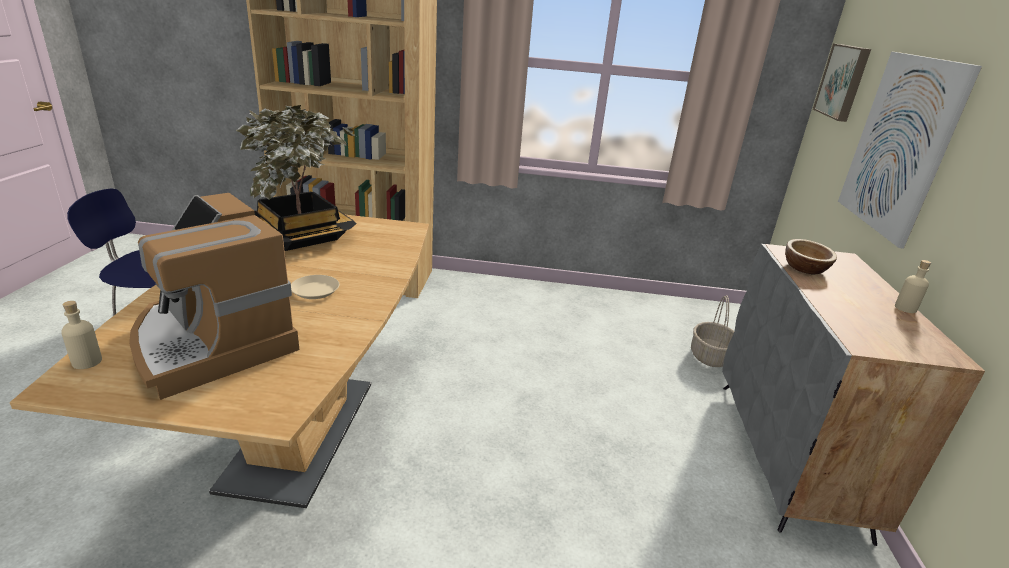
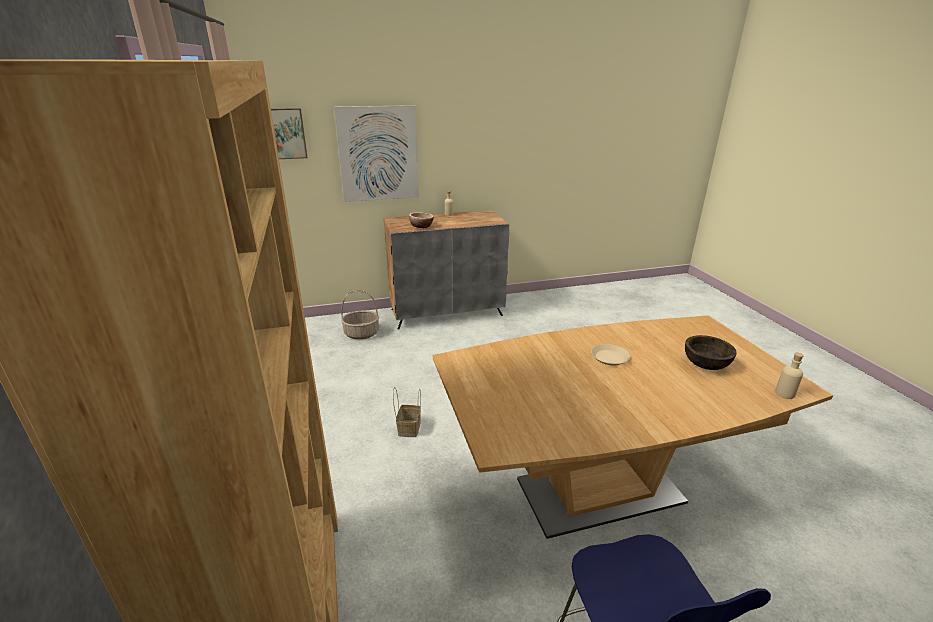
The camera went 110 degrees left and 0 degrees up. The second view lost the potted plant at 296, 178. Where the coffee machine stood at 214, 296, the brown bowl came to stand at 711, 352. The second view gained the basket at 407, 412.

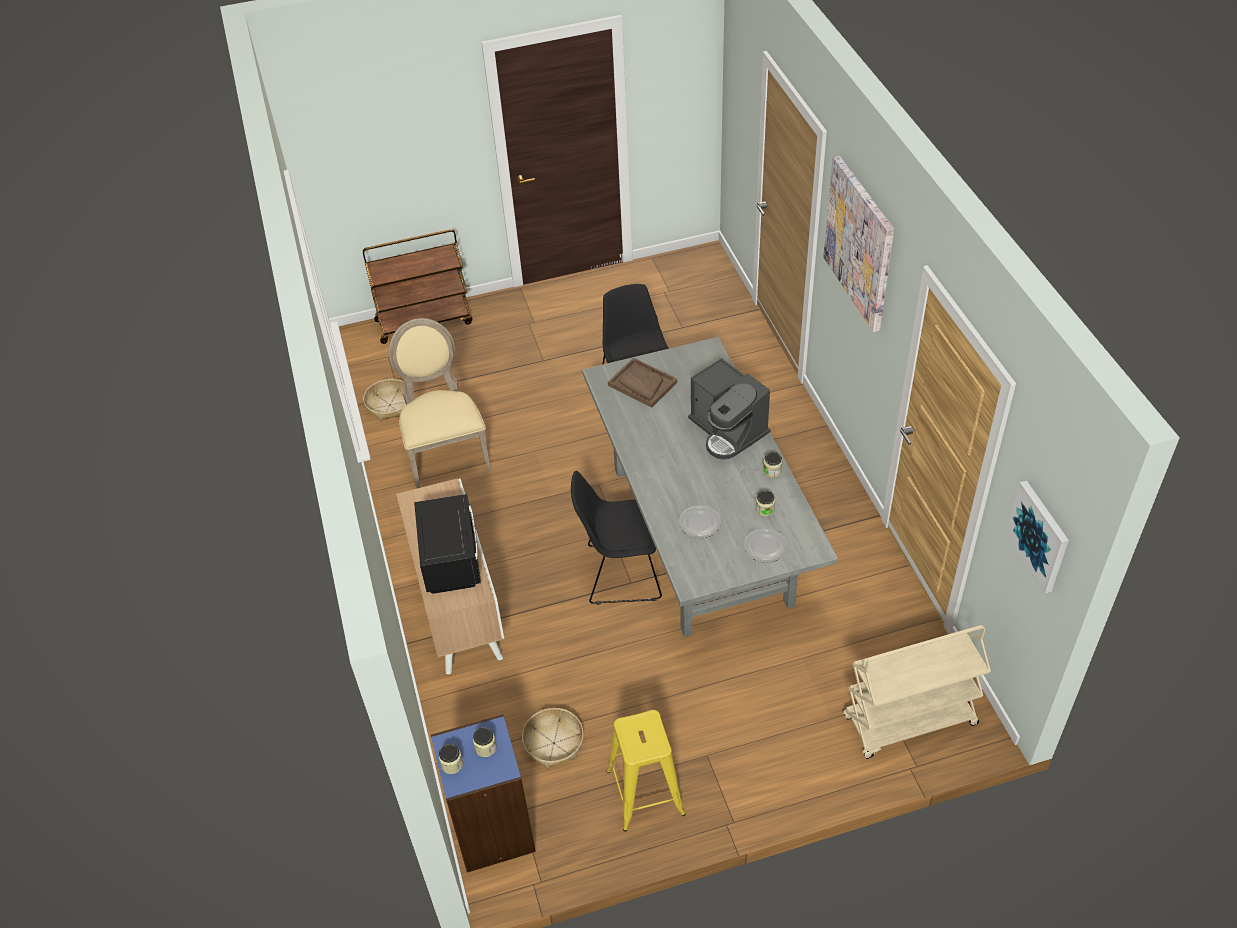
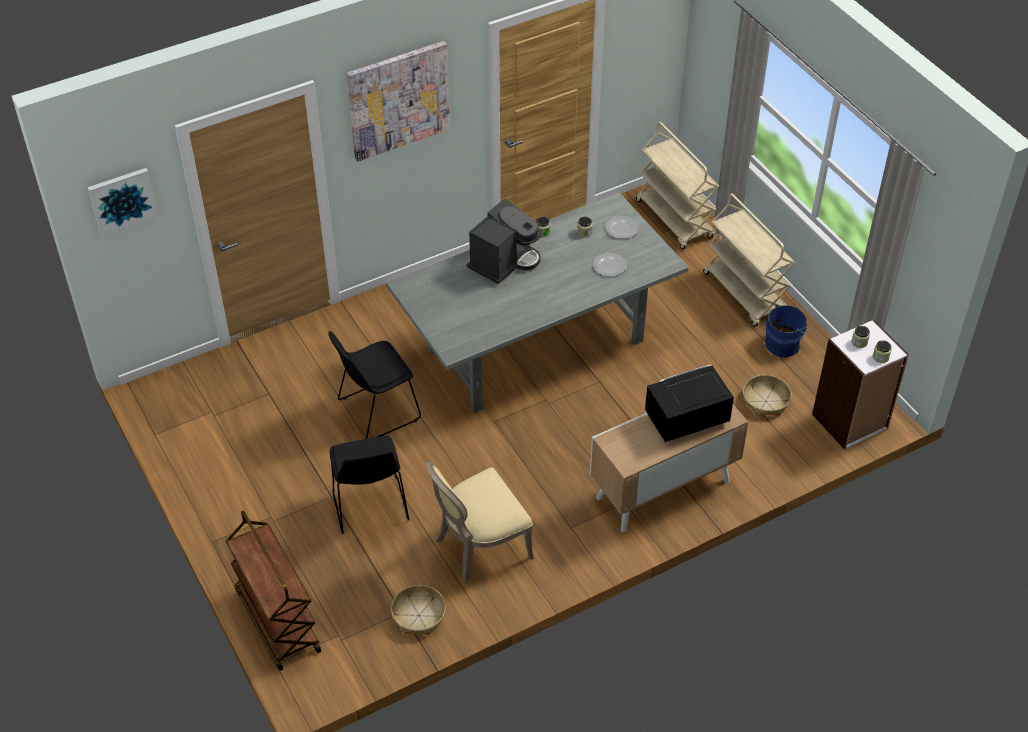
The camera went 105 degrees left and 0 degrees up. The second view lost the brown tray at 642, 383. The black chair ended up elsewhere, having gone from 616, 538 to 369, 485. The picture ended up elsewhere, having gone from 1037, 537 to 123, 202. Where the yellow stool stood at 645, 770, the blue bucket came to stand at 787, 331. What was the blue bookcase at 483, 793 turned into the white bookcase at 860, 385. The second view gained the beige cart at 749, 260.

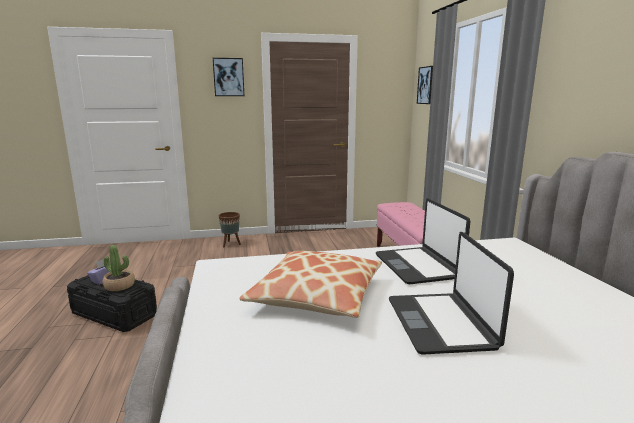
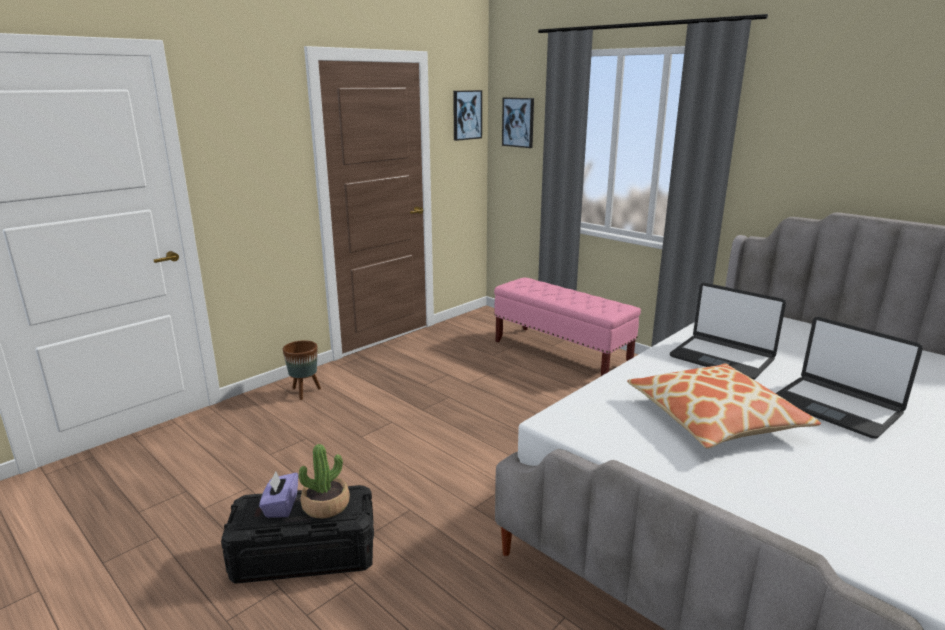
The camera went 35 degrees left and 5 degrees up. The picture ended up elsewhere, having gone from 228, 77 to 467, 115.

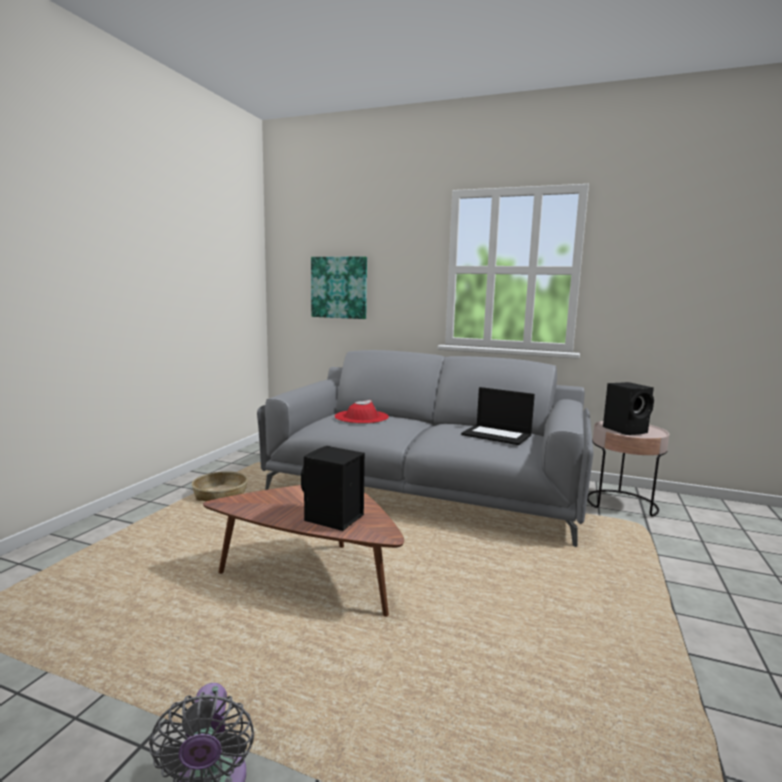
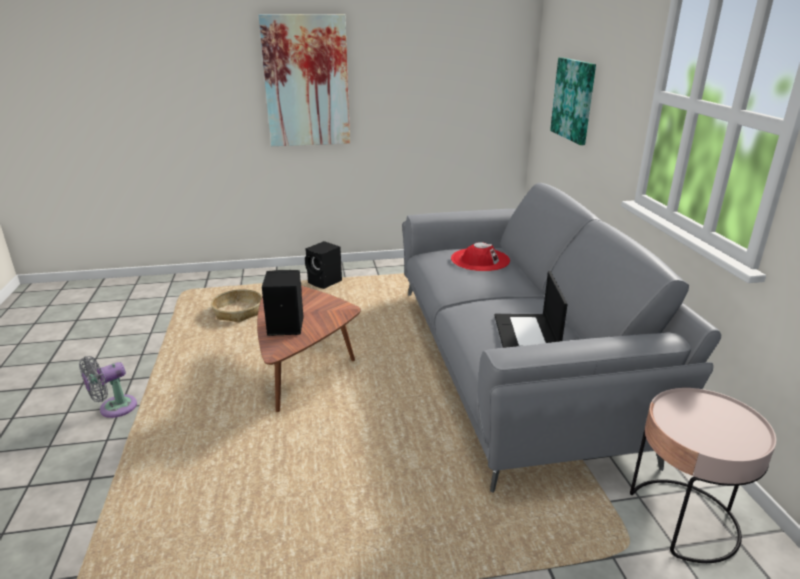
The camera went 60 degrees right and 15 degrees up. The black speaker ended up elsewhere, having gone from 628, 408 to 323, 265. The basket ended up elsewhere, having gone from 220, 486 to 236, 305. The second view gained the picture at 304, 80.

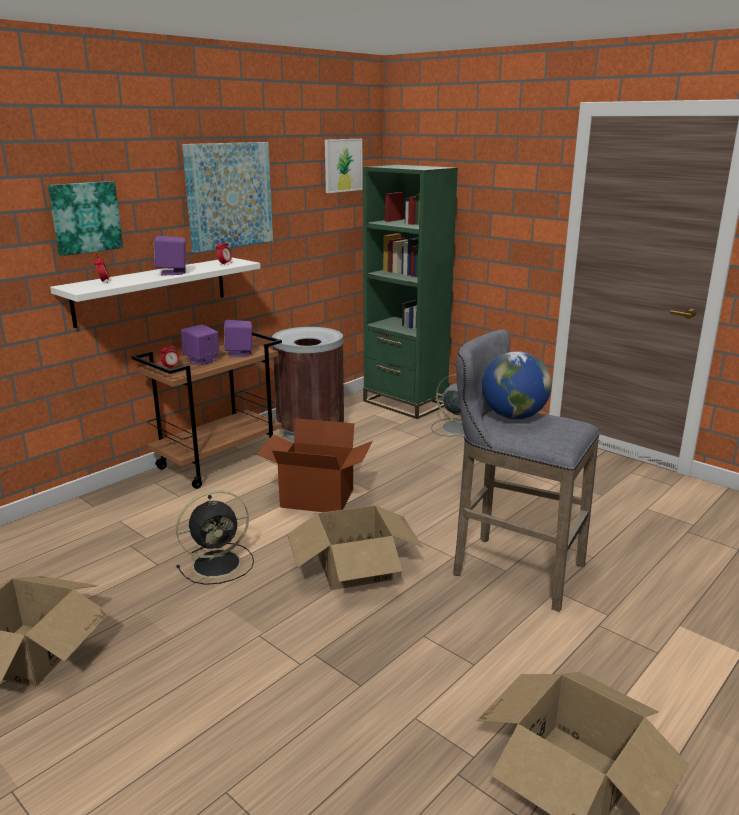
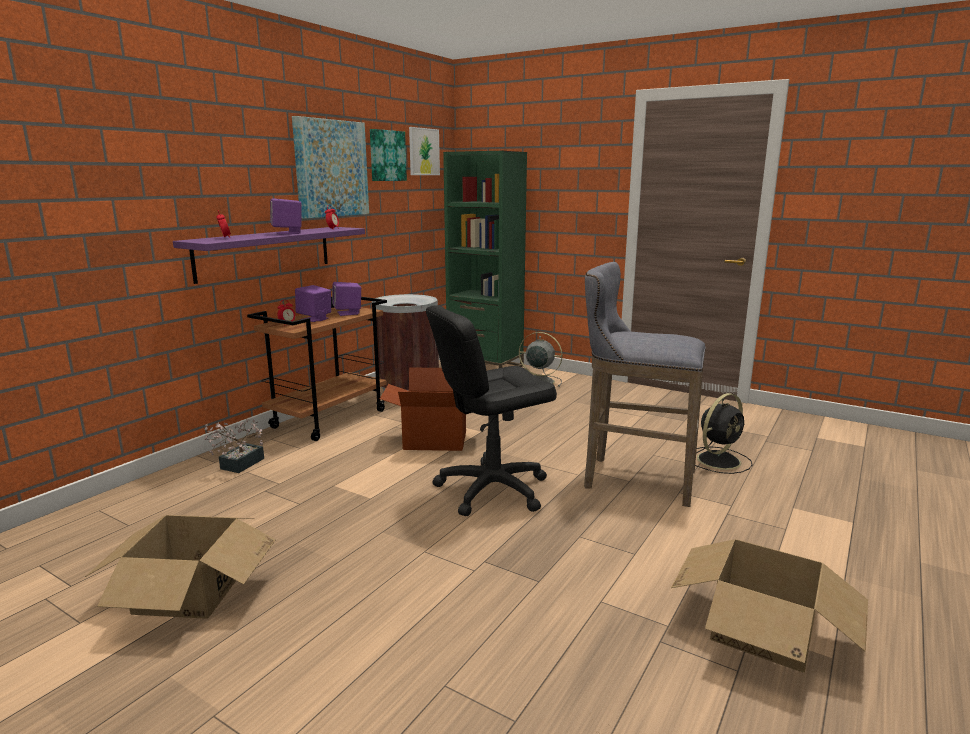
The camera went 10 degrees left and 5 degrees down. The picture ended up elsewhere, having gone from 85, 218 to 388, 155. What was the white shelf at 155, 293 turned into the purple shelf at 269, 255. The second view lost the globe at 516, 385. The black fan ended up elsewhere, having gone from 215, 537 to 724, 433. Where the cardboard box stood at 355, 547, the black office chair came to stand at 491, 411. The second view gained the potted plant at 234, 446.

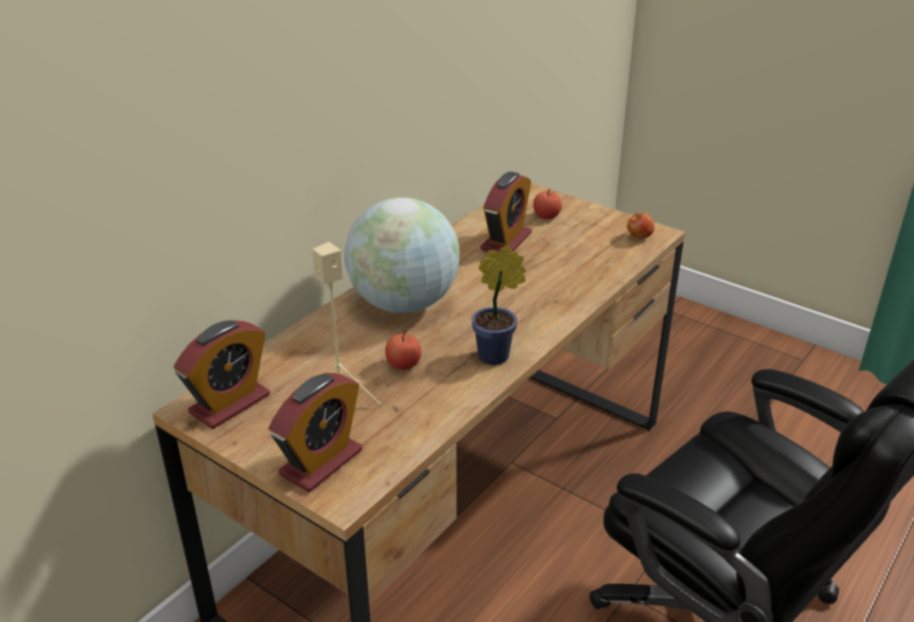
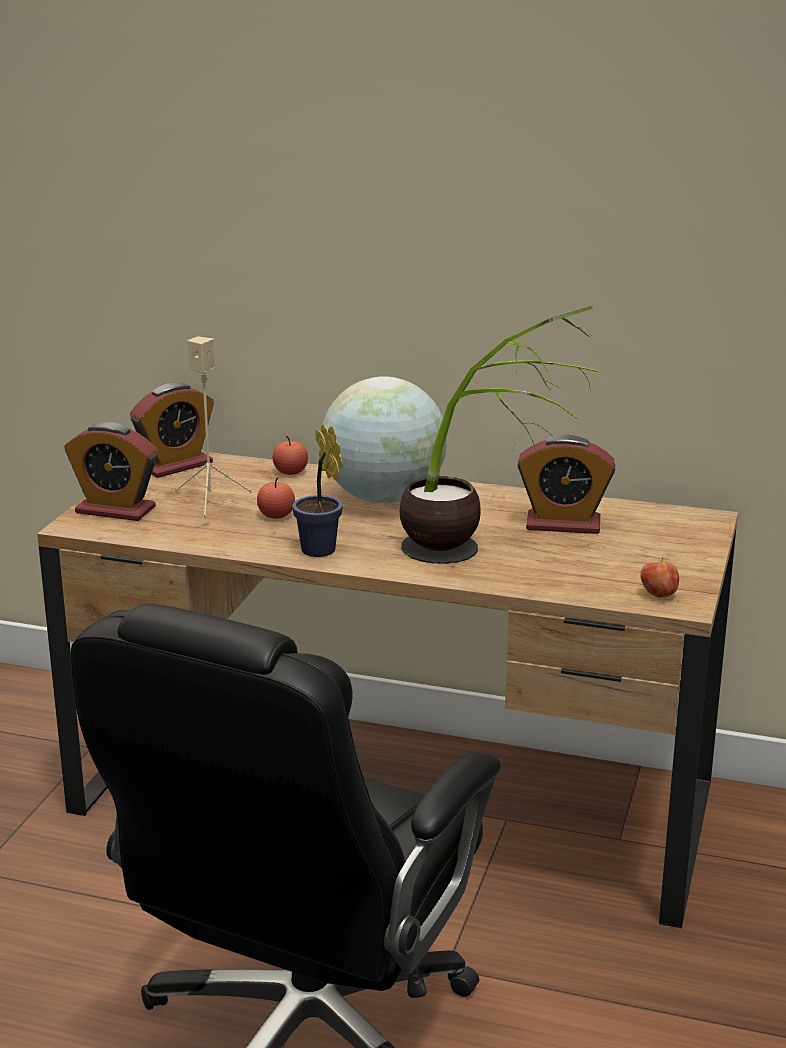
The camera went 70 degrees right and 10 degrees down. The apple ended up elsewhere, having gone from 547, 204 to 290, 455. The alarm clock at 222, 374 ended up facing another way, 60 degrees counterclockwise from before. The second view gained the potted plant at 499, 435.

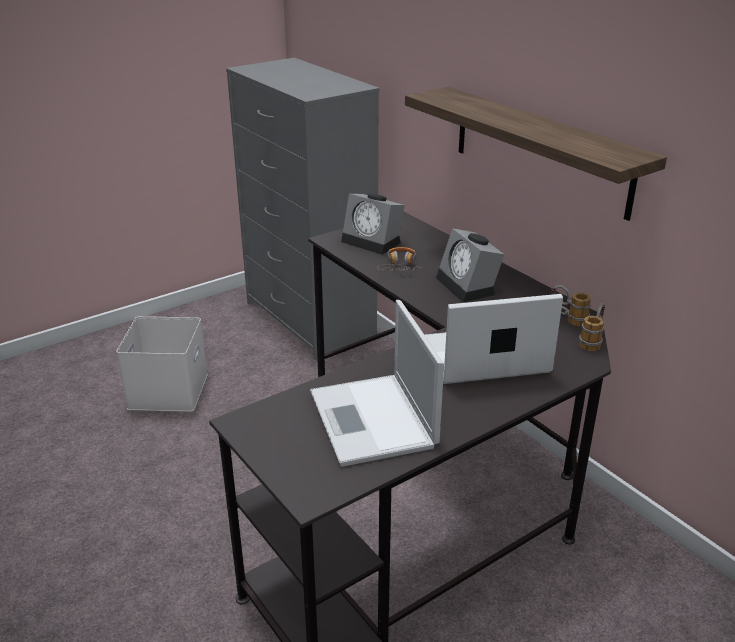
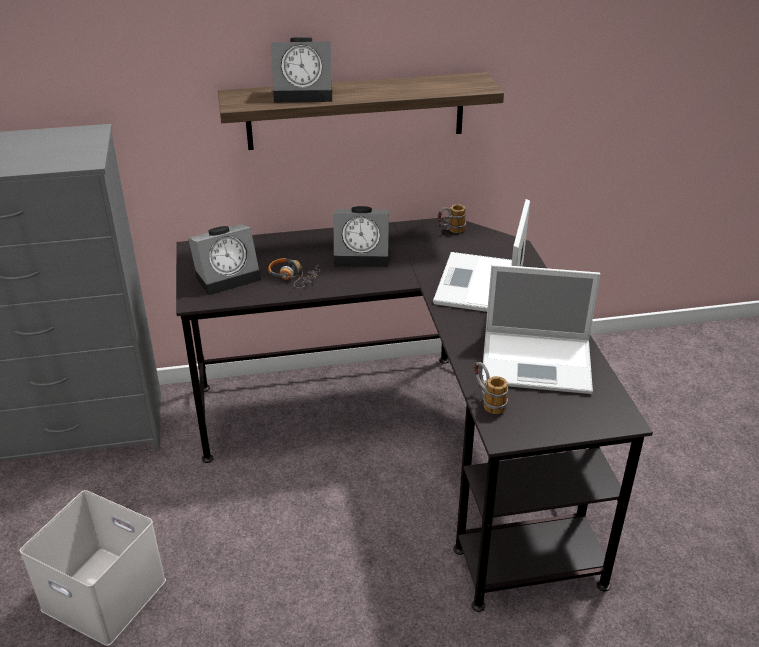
The camera went 65 degrees left and 5 degrees up. The mug ended up elsewhere, having gone from 592, 327 to 491, 388. The second view gained the alarm clock at 301, 70.

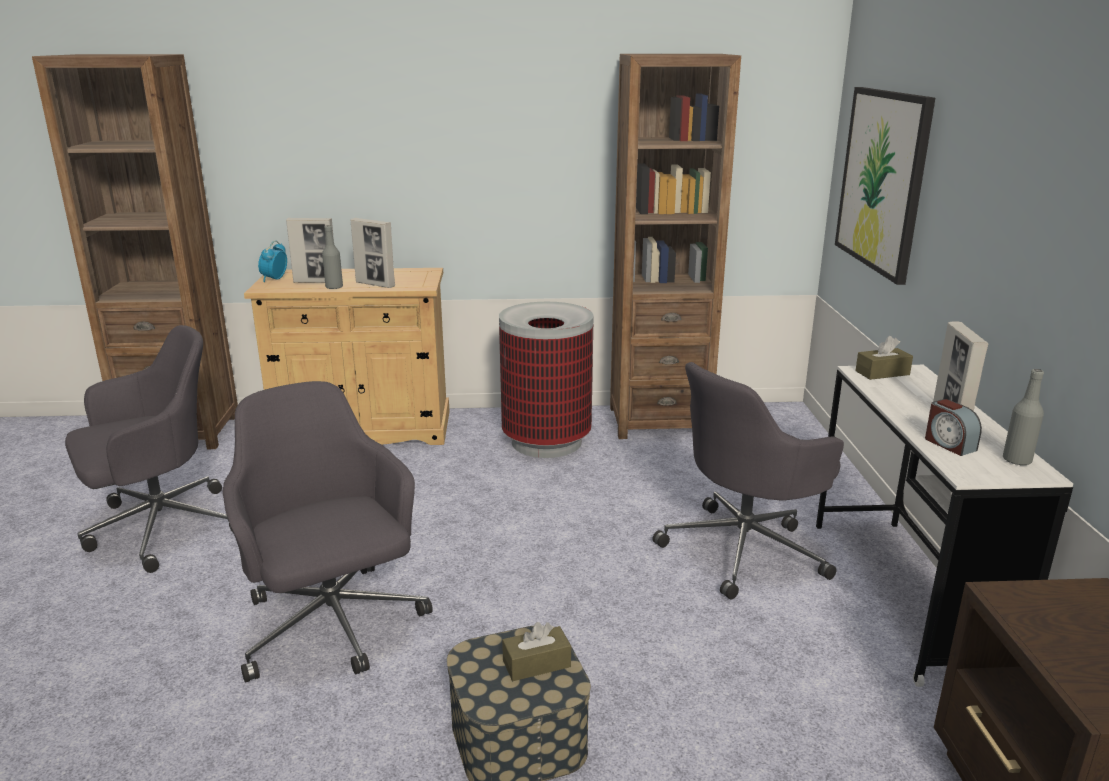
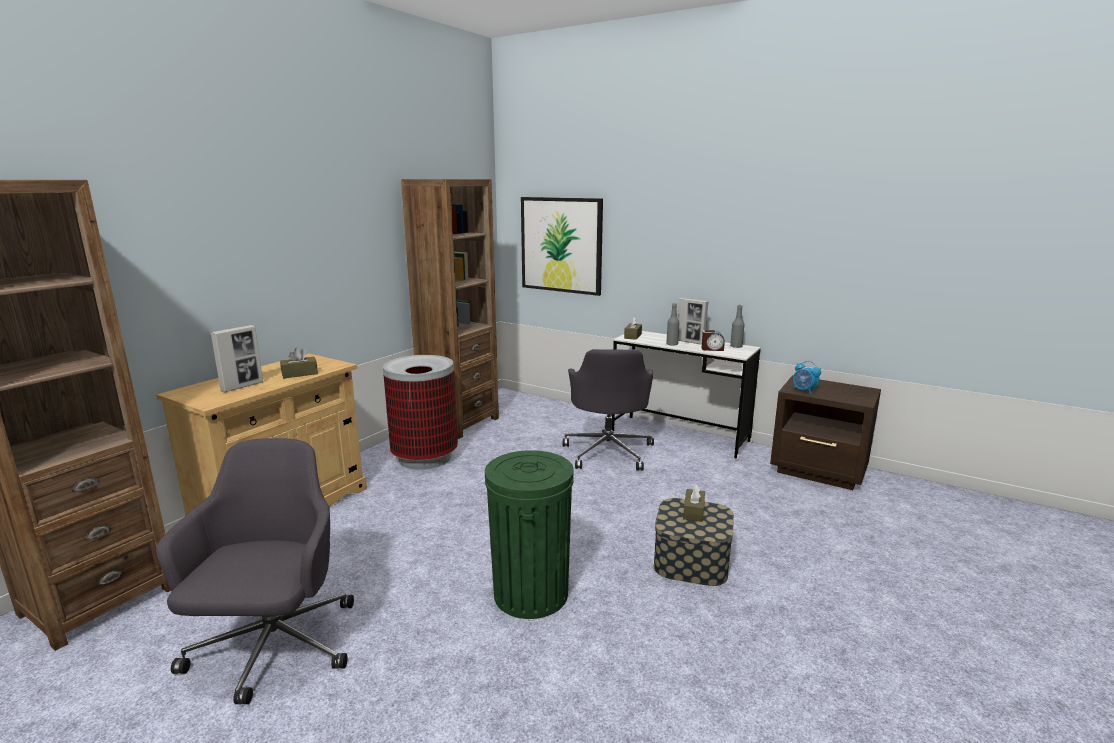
The camera went 55 degrees left and 5 degrees down. Where the picture frame stood at 373, 253, the brown tissue box came to stand at 299, 363. The grey bottle ended up elsewhere, having gone from 332, 257 to 672, 324. The alarm clock ended up elsewhere, having gone from 272, 261 to 807, 377. Where the grey office chair stood at 328, 532, the green trash can came to stand at 529, 534.

